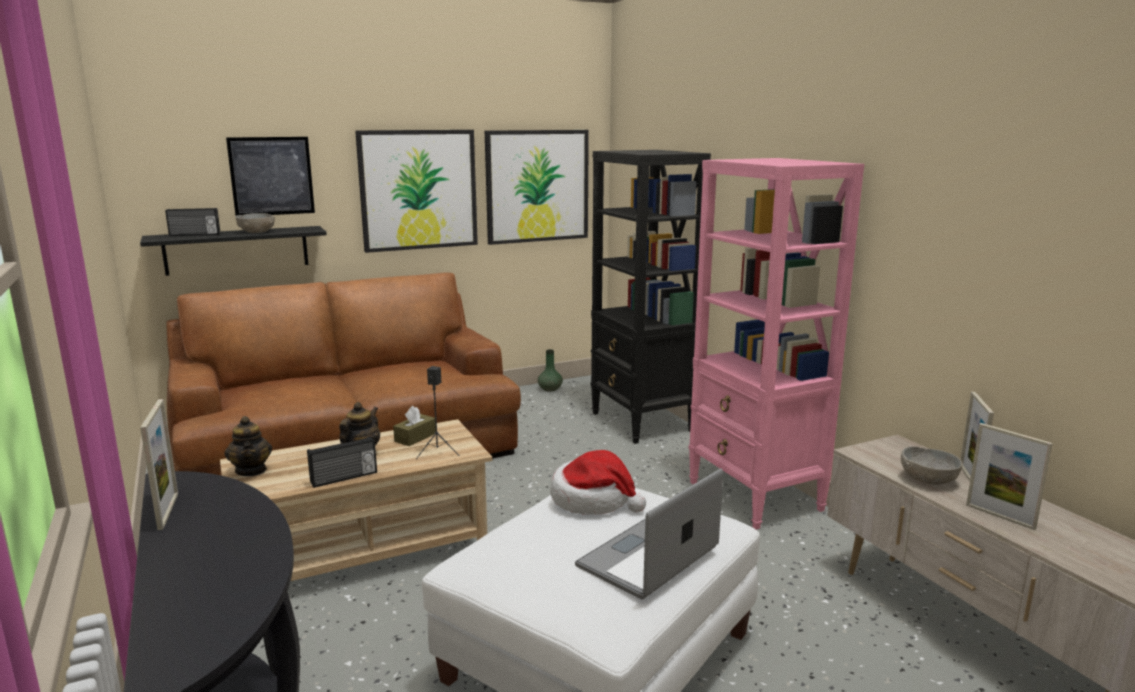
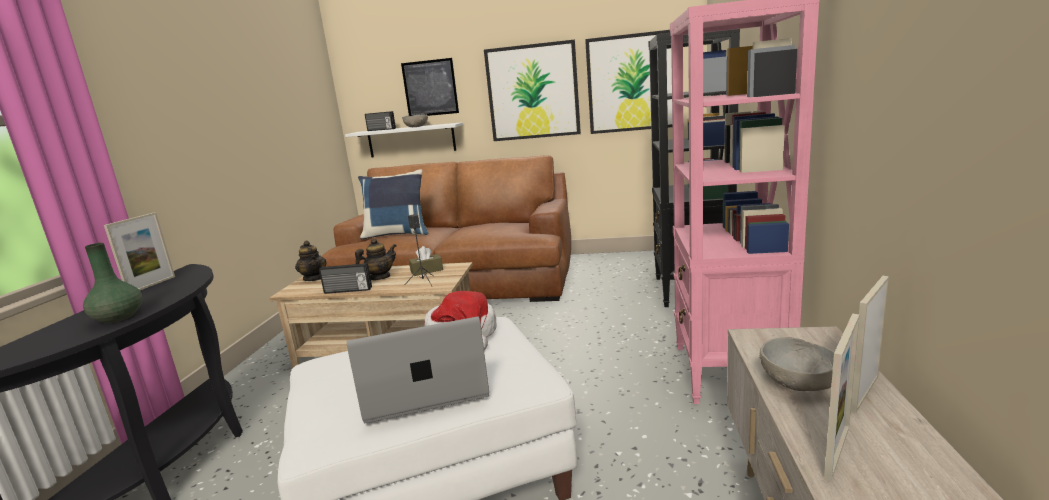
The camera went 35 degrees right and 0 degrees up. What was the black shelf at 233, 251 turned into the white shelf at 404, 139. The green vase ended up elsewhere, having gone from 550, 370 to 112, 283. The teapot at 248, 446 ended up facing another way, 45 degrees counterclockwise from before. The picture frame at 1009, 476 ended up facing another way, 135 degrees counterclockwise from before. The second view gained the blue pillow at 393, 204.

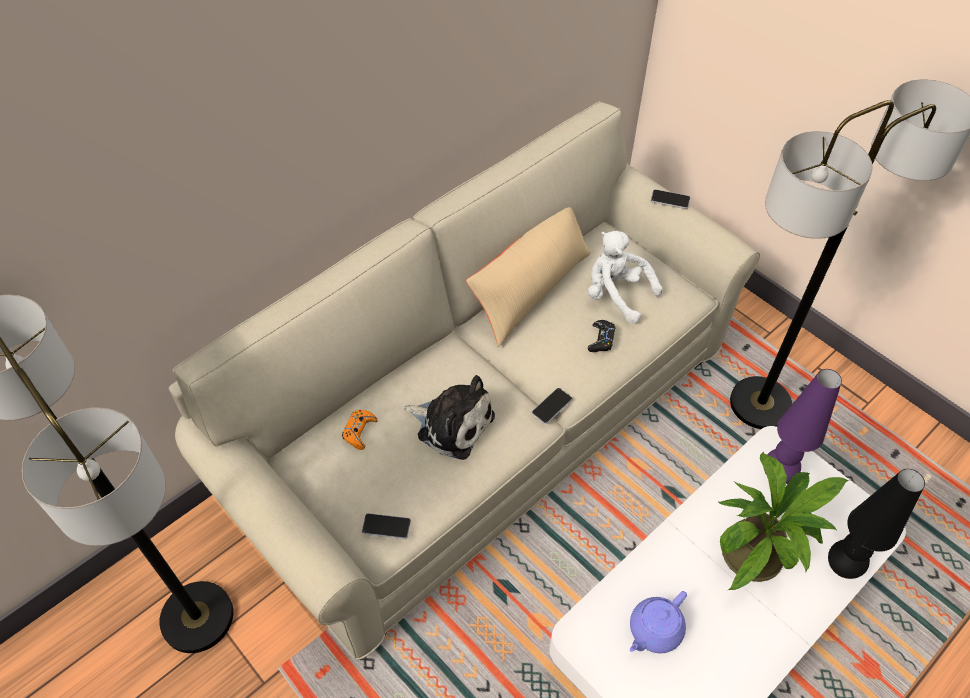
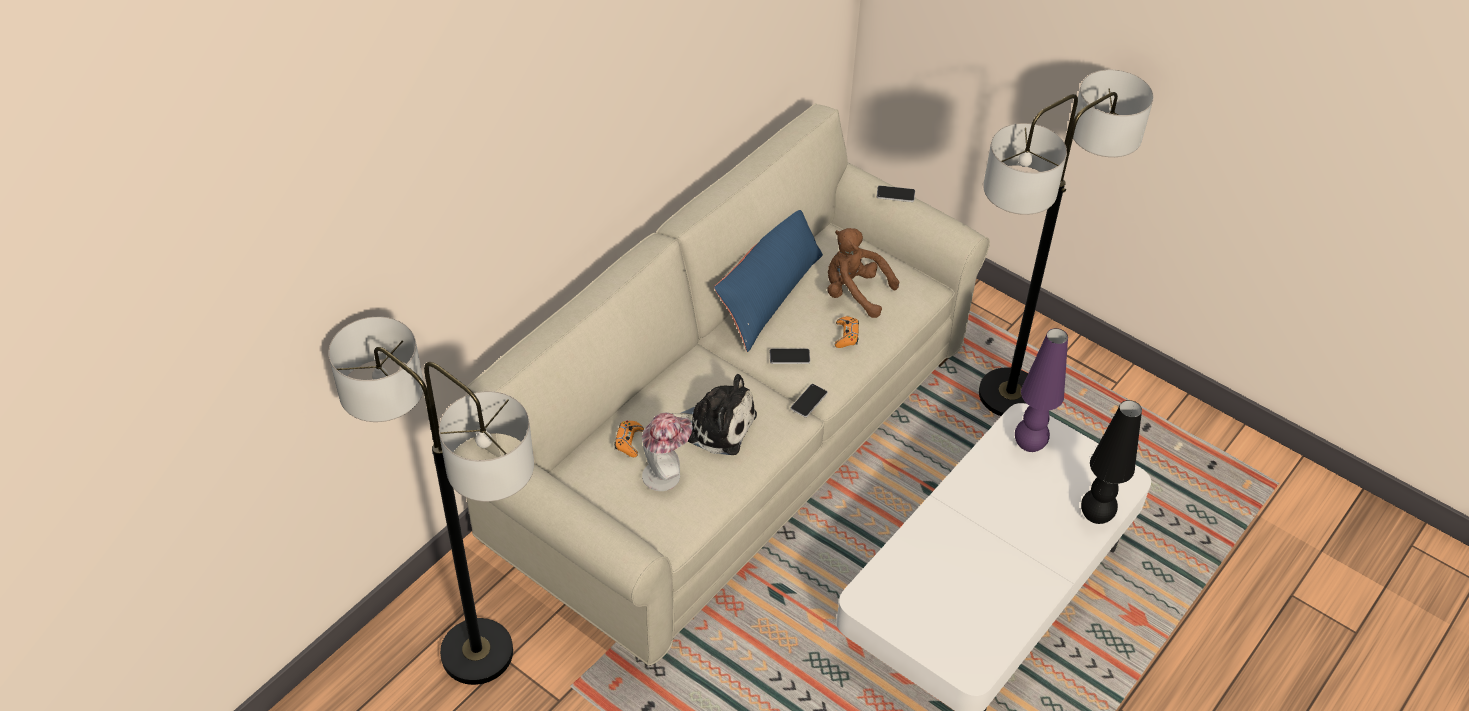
The camera went 10 degrees left and 5 degrees down. What was the beige pillow at 528, 277 turned into the blue pillow at 768, 281. What was the white plush toy at 625, 277 turned into the brown plush toy at 863, 273. What was the black game controller at 602, 336 turned into the orange game controller at 847, 332. The second view lost the potted plant at 783, 521. The phone ended up elsewhere, having gone from 386, 526 to 790, 356. The second view lost the purple teapot at 658, 622. The second view gained the hat at 667, 452.

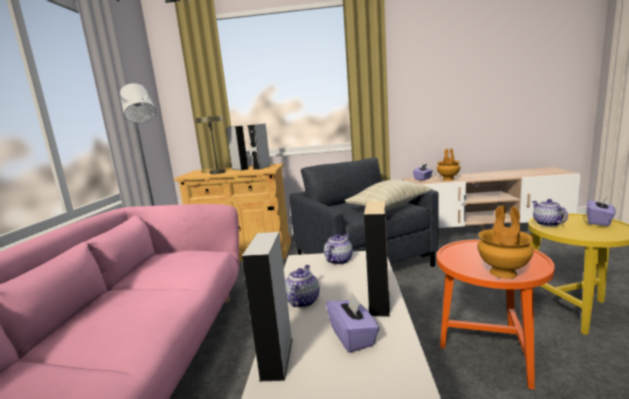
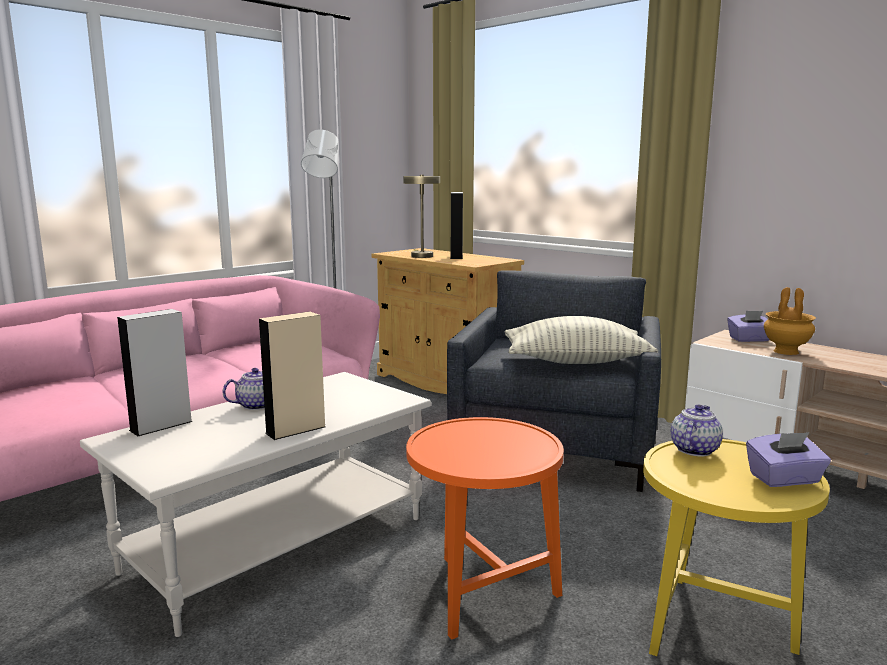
The camera went 40 degrees right and 0 degrees up. The second view lost the grey speaker at 259, 147. The second view lost the brown vase at 505, 242. The second view lost the teapot at 338, 249. The second view lost the purple tissue box at 352, 322.

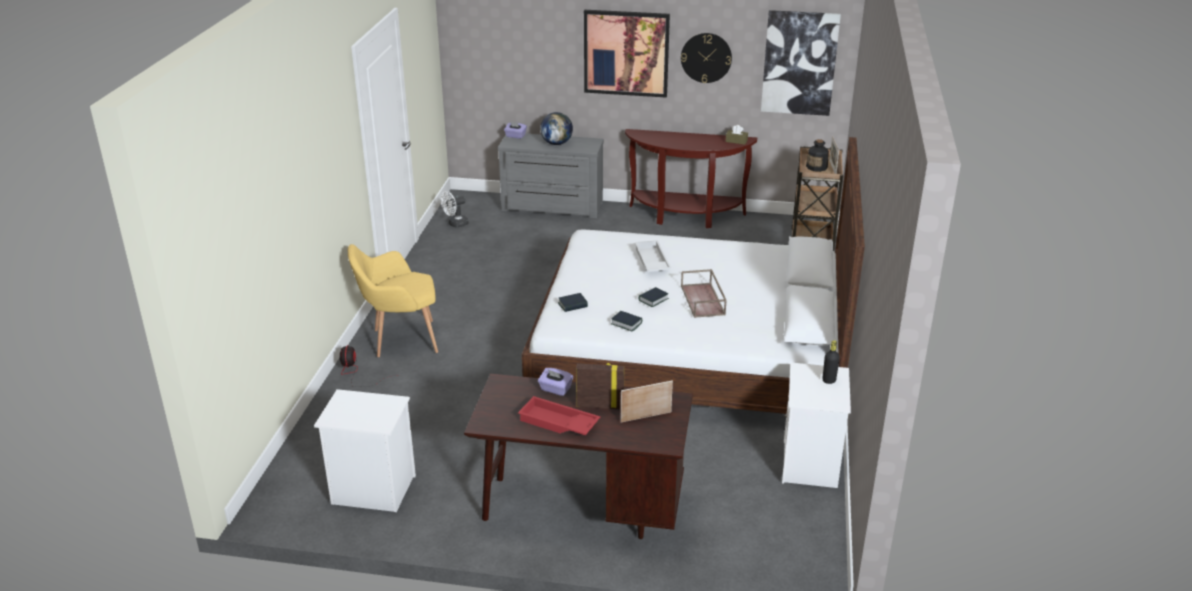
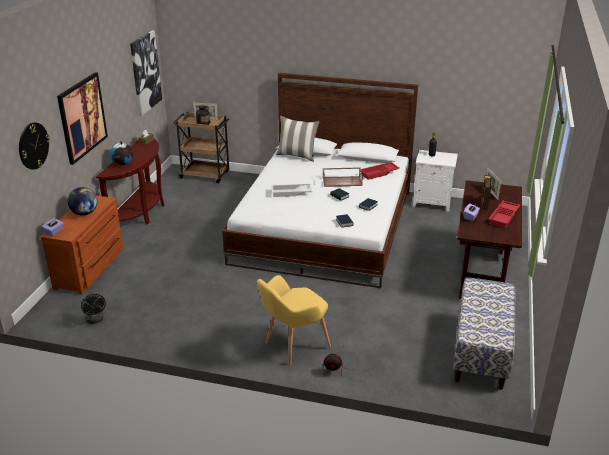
The camera went 85 degrees left and 0 degrees up. The wall clock ended up elsewhere, having gone from 706, 58 to 34, 146. What was the grey dresser at 551, 175 turned into the brown dresser at 82, 245. What was the white fan at 454, 209 turned into the black fan at 93, 308. The yellow armchair at 393, 300 ended up facing another way, 60 degrees clockwise from before. Where the white nightstand stood at 365, 450, the bench came to stand at 484, 333. The second view gained the pillow at 297, 139. The second view gained the globe at 121, 153. The second view gained the red tray at 380, 171.

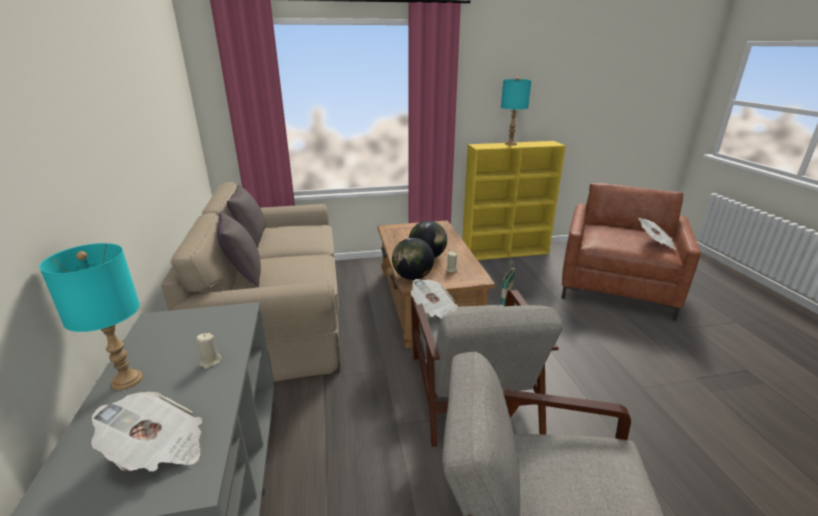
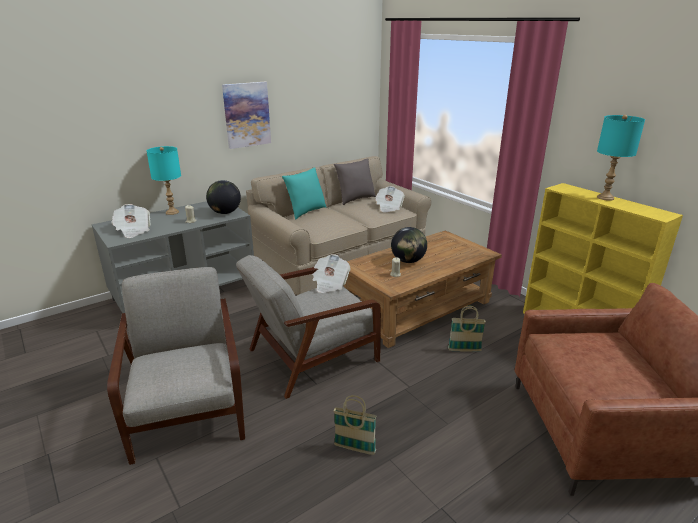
The camera went 65 degrees right and 0 degrees up. What was the grey pillow at 239, 249 turned into the turquoise pillow at 304, 193. The newspaper ended up elsewhere, having gone from 657, 234 to 390, 199. The globe ended up elsewhere, having gone from 413, 259 to 223, 197. The second view gained the picture at 246, 115. The second view gained the basket at 354, 425.

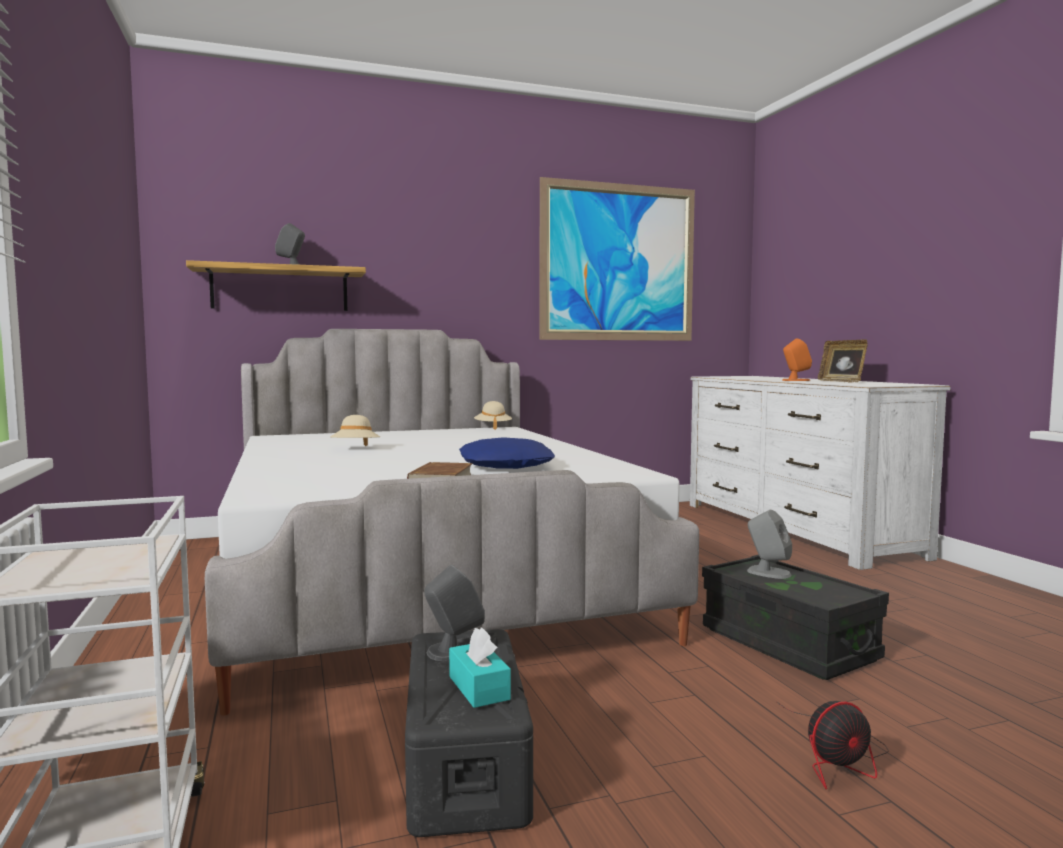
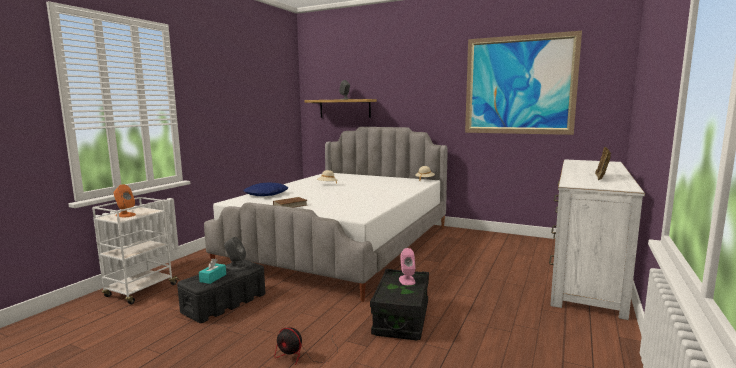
The camera went 45 degrees right and 5 degrees up. The orange speaker ended up elsewhere, having gone from 797, 360 to 125, 200. The blue pillow ended up elsewhere, having gone from 507, 453 to 265, 189. What was the grey speaker at 769, 544 turned into the pink speaker at 407, 266.

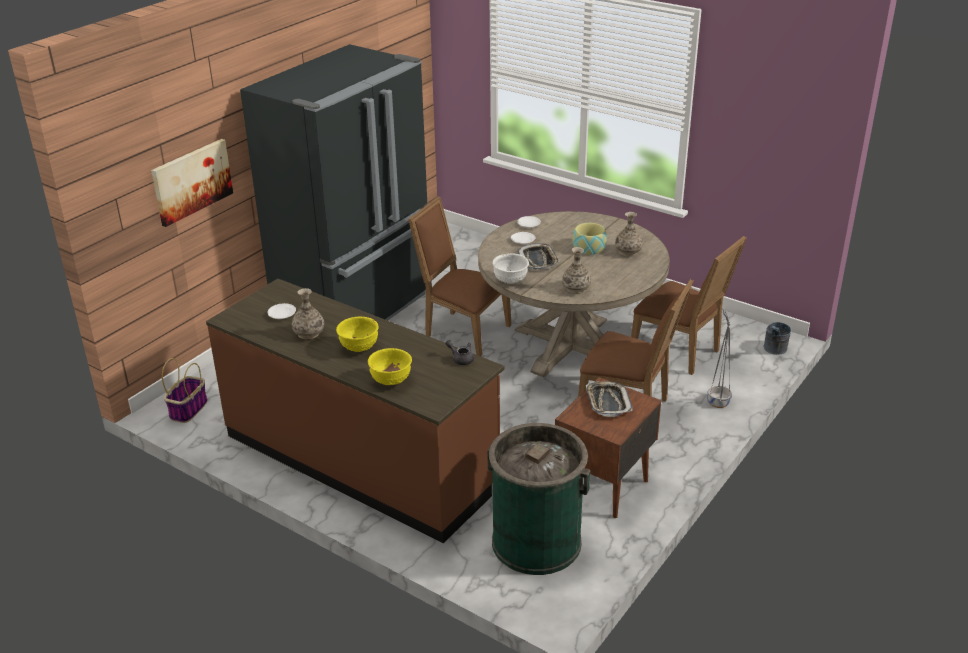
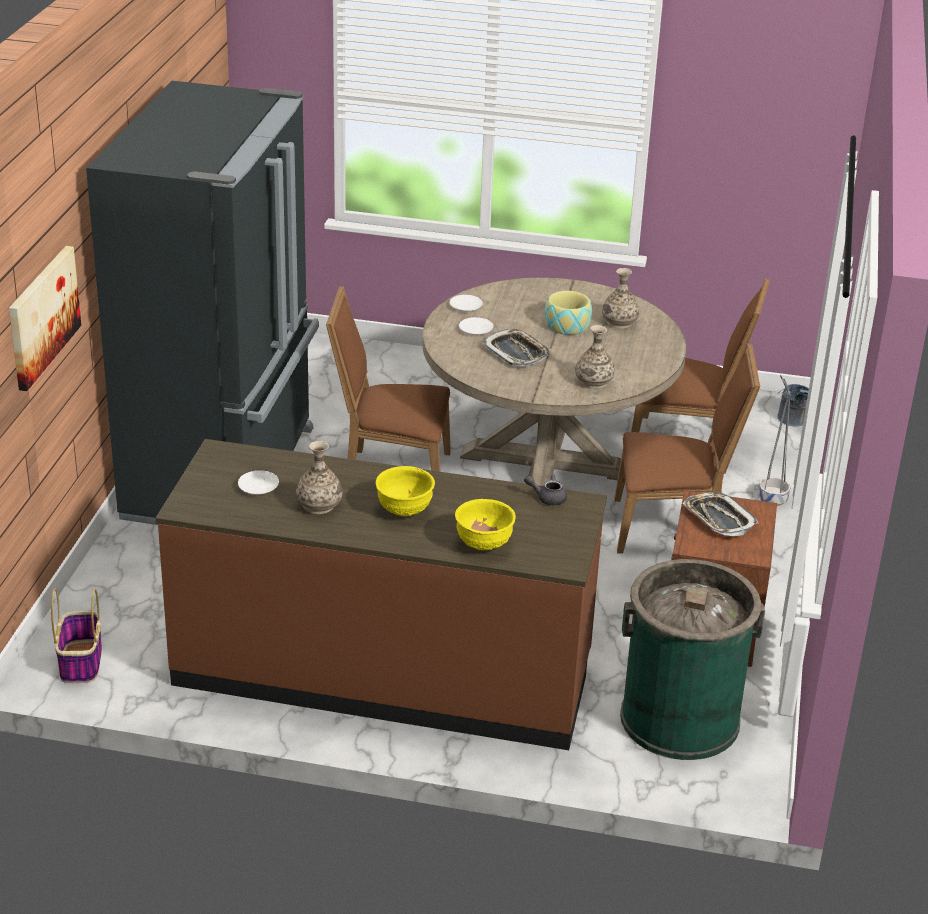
The camera went 25 degrees left and 0 degrees up. The second view lost the white bowl at 511, 268.

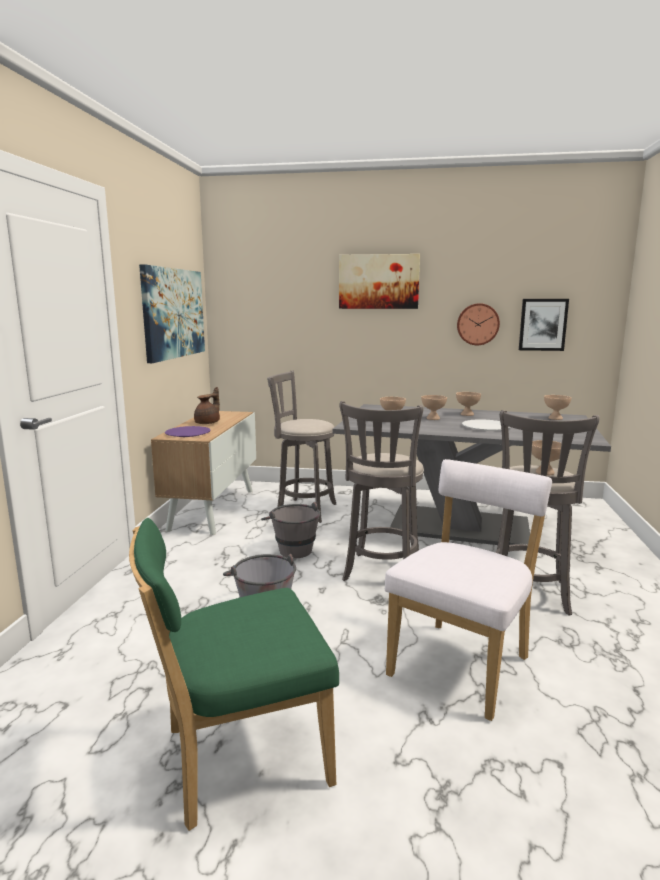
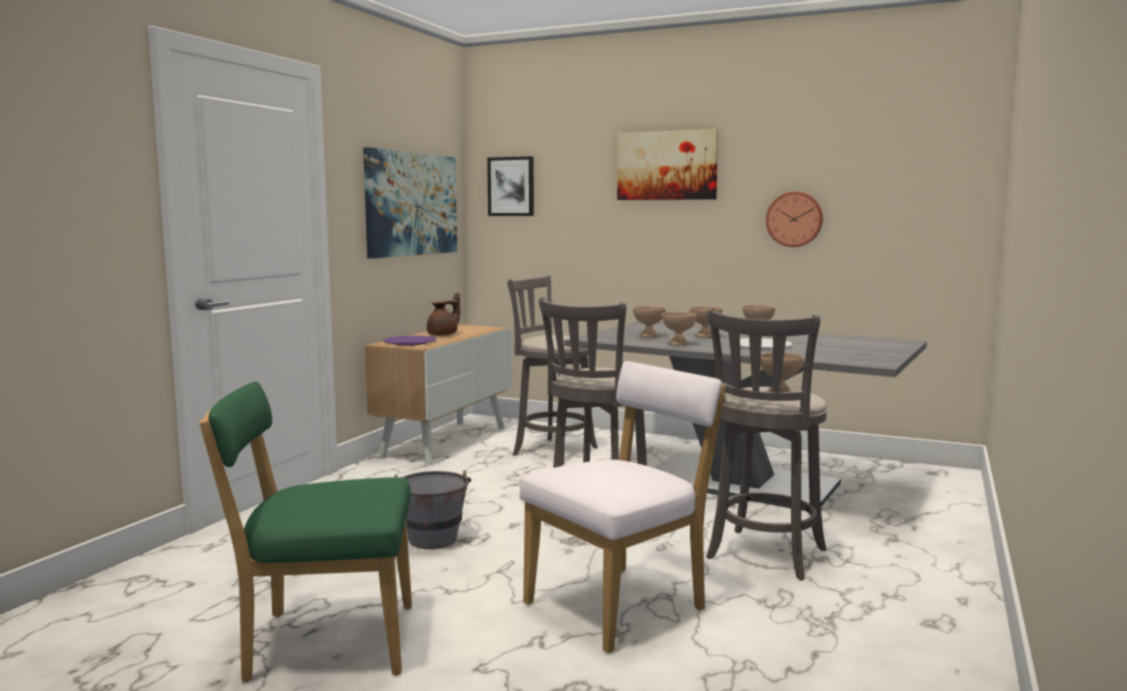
The camera went 15 degrees right and 5 degrees down. The picture ended up elsewhere, having gone from 544, 325 to 510, 186. The beige bowl ended up elsewhere, having gone from 557, 407 to 679, 329. The second view lost the grey bucket at 291, 530.

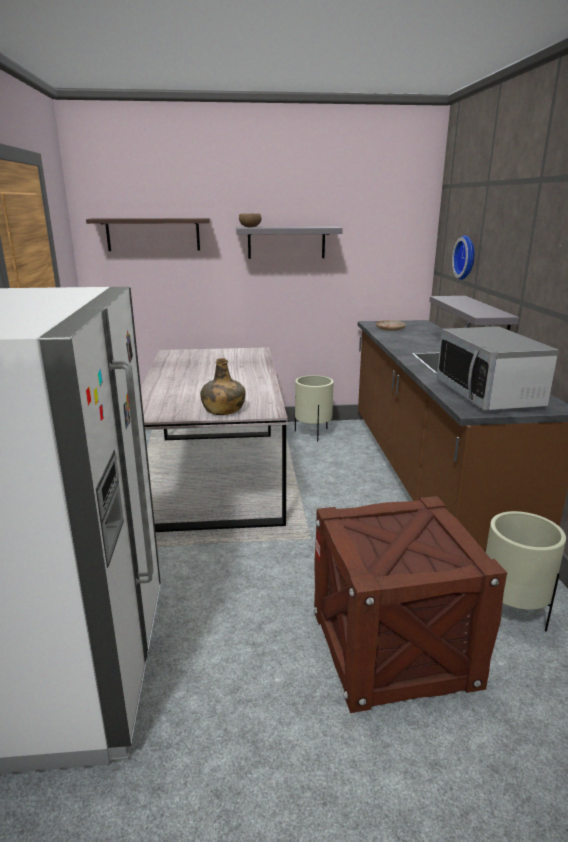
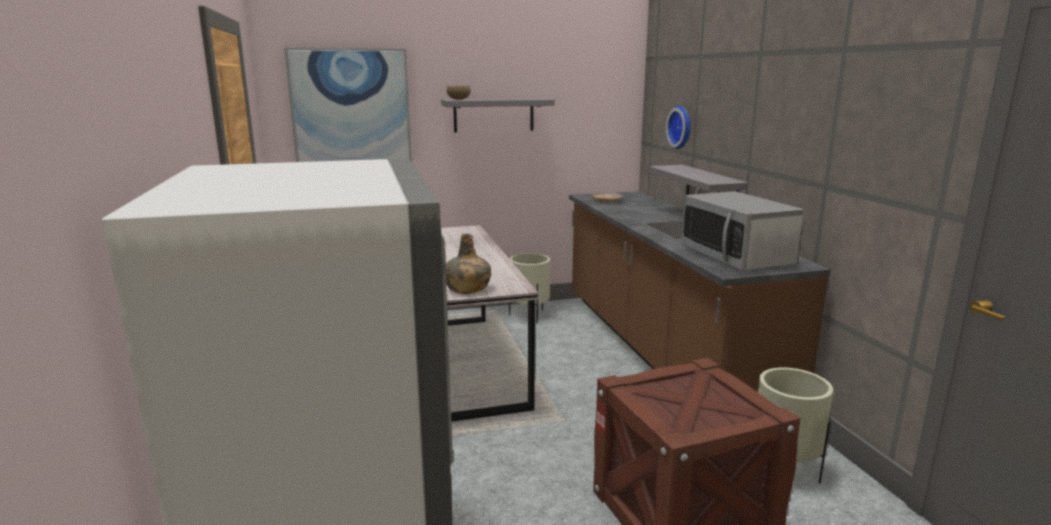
The camera went 10 degrees left and 5 degrees down. Where the shelf hung at 148, 234, the picture came to hang at 348, 105.

